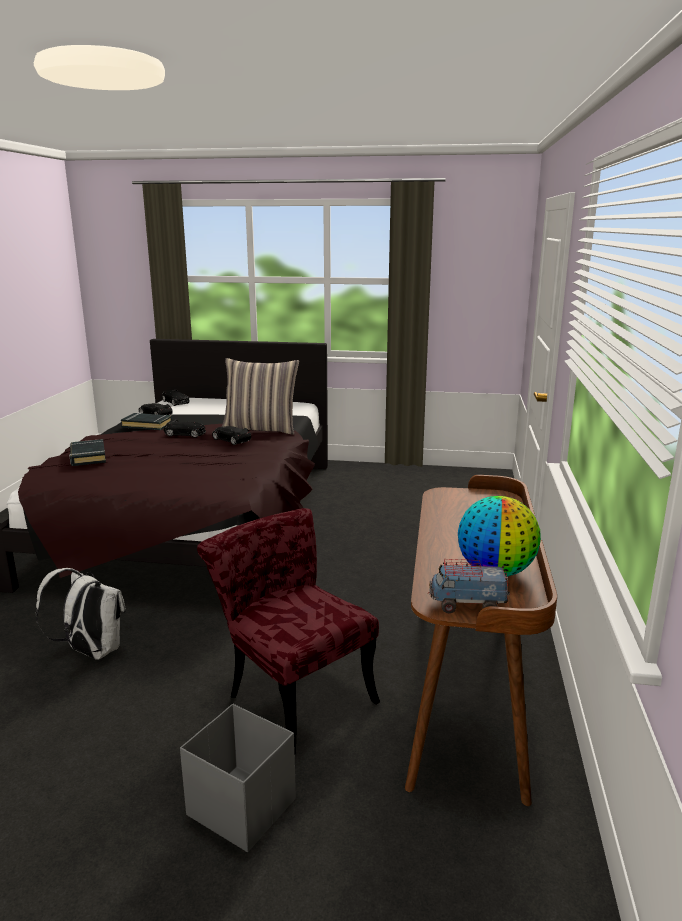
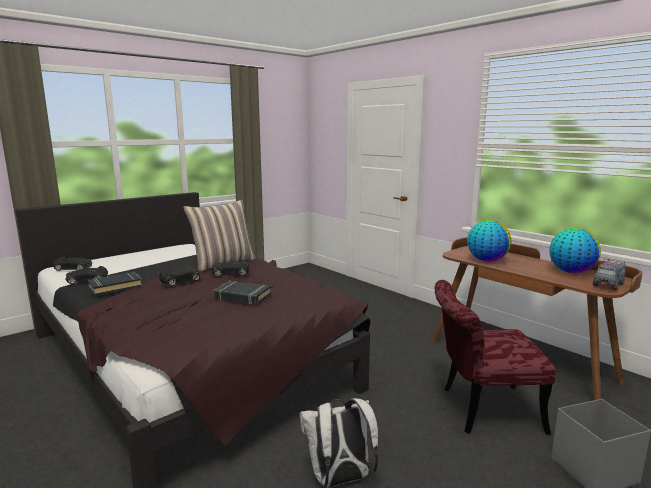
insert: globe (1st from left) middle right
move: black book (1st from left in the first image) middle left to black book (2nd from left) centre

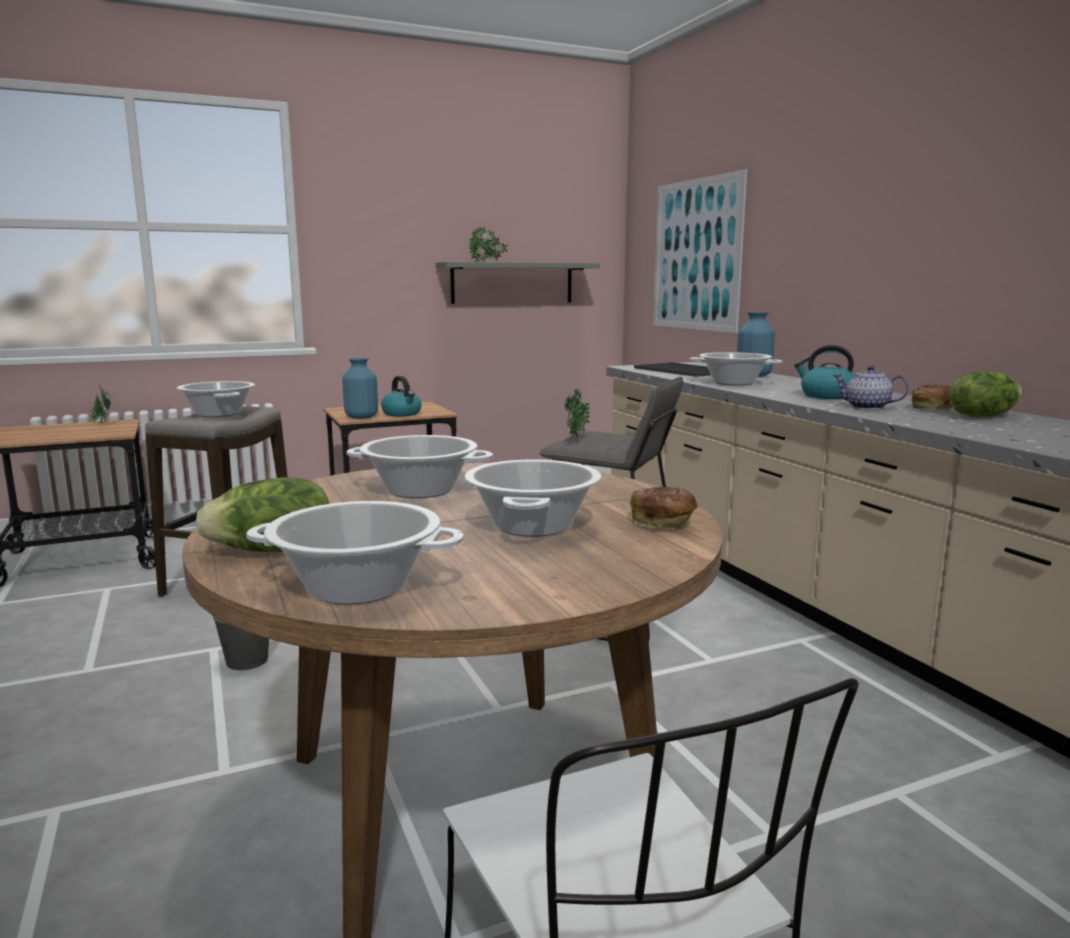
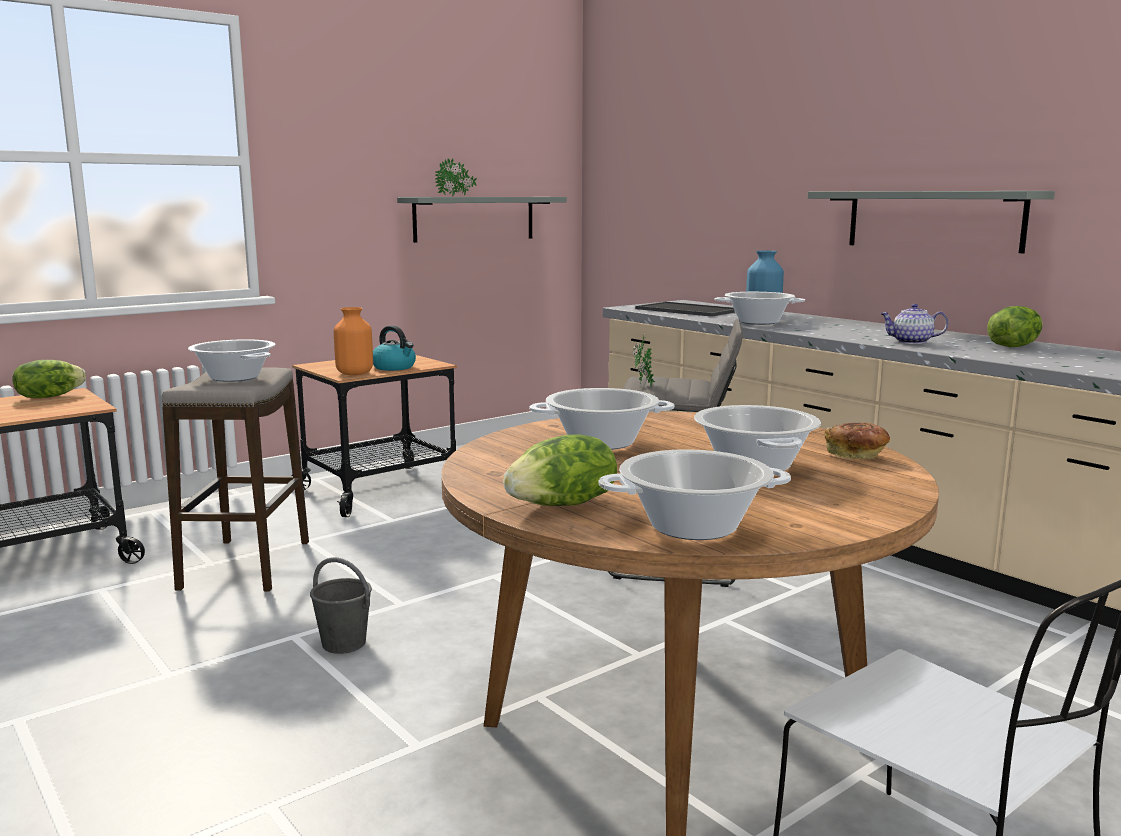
delete: picture top centre; kettle (2nd from left) middle right; bread (2nd from left) middle right
insert: grey shelf (2nd from left) top right
replace: potted plant (1st from left) middle left to lettuce (1st from left) middle left
recolor: blue vase (1st from left) centre to orange vase middle left

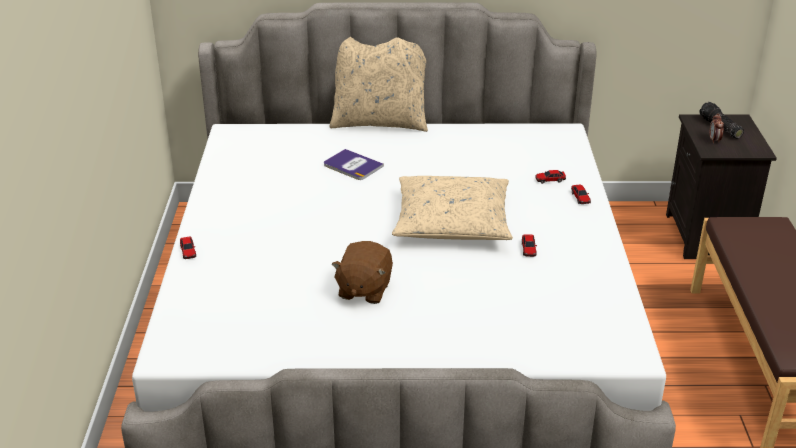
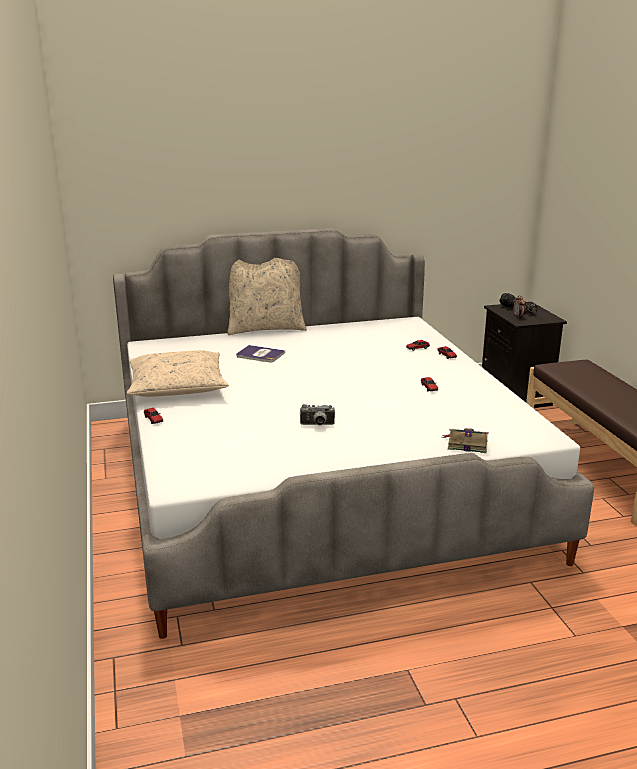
insert: book (2nd from left) middle right
move: beige pillow (2nd from left in the first image) centre to beige pillow (1st from left) middle left
replace: brown plush toy centre to photo camera centre

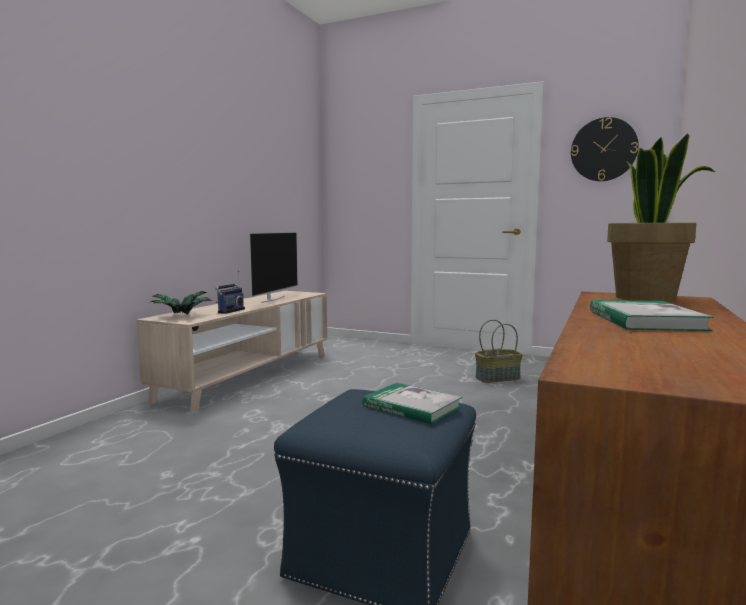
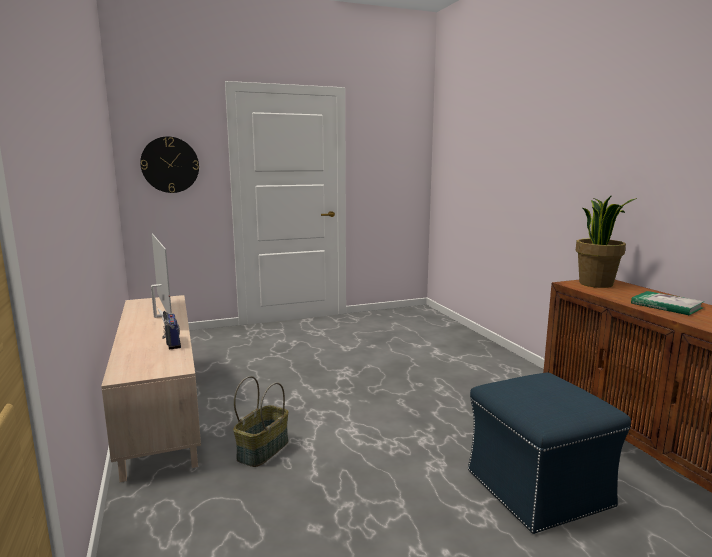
delete: potted plant (1st from left) middle left; book (1st from left) centre
move: wall clock top right to top left; basket middle right to bottom centre

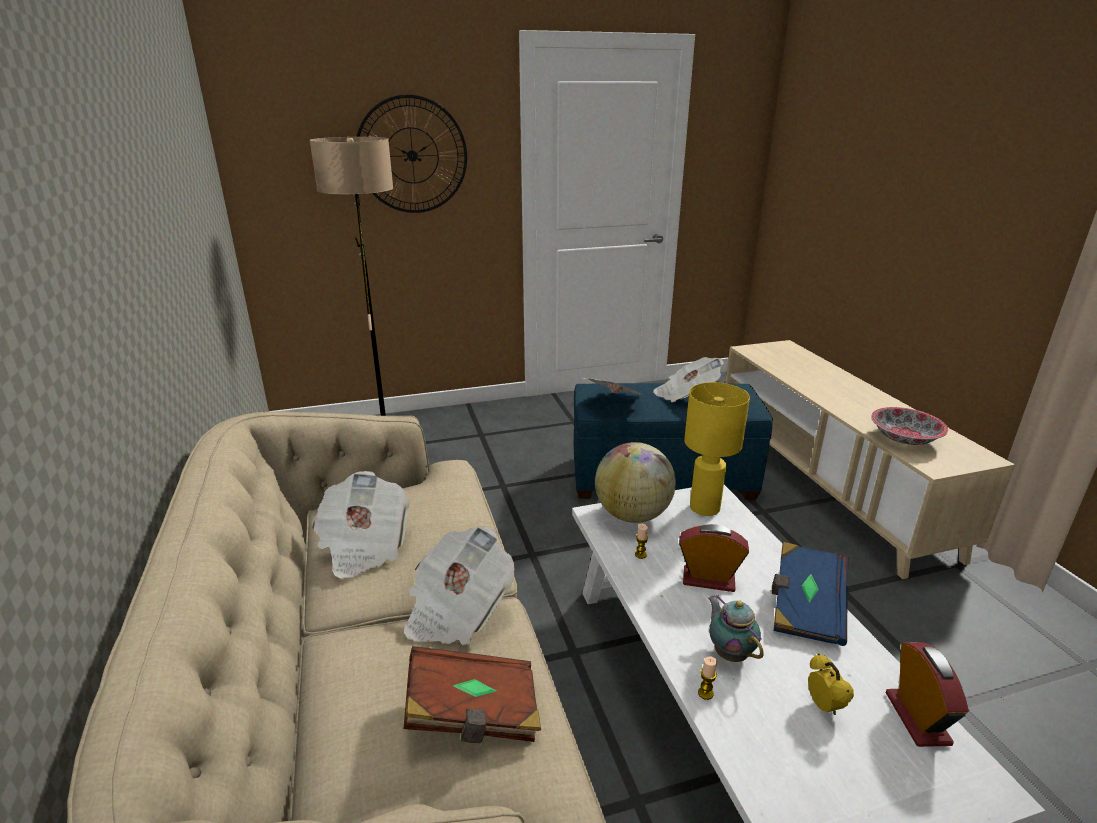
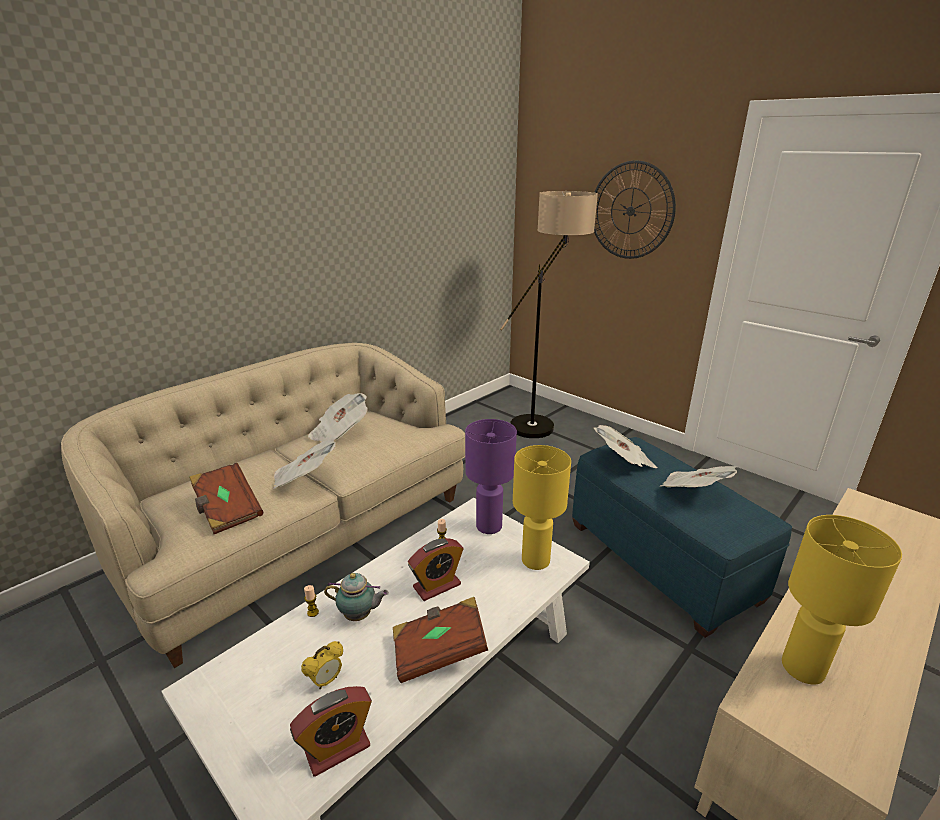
replace: globe centre to purple table lamp centre; bowl middle right to yellow table lamp (2nd from left) bottom right
recolor: blue book bottom right to brown book (2nd from left) bottom centre
rotate: teapot bottom right = bottom centre 60 degrees clockwise; alarm clock (1st from left in the first image) bottom centre = bottom centre 75 degrees clockwise

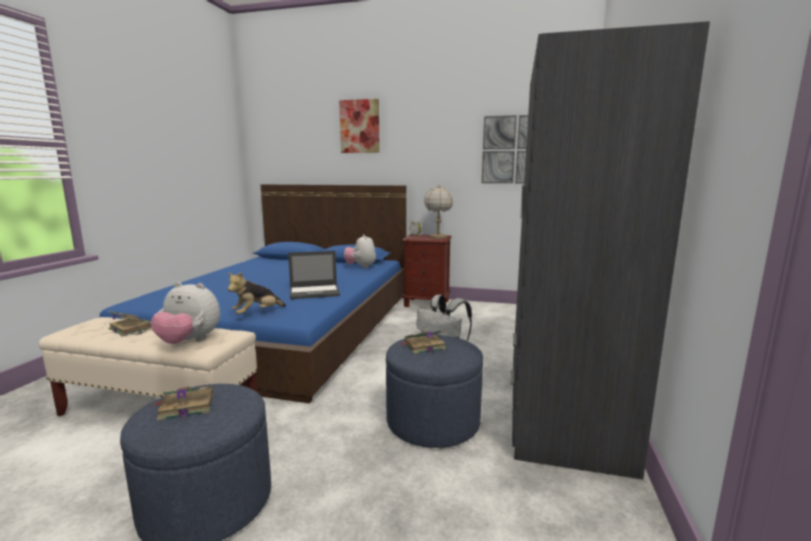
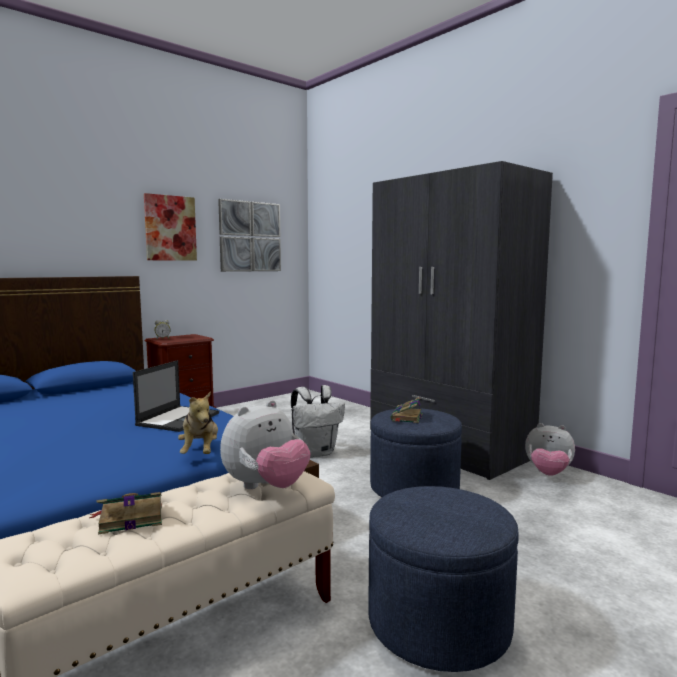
delete: book (2nd from left) bottom left; table lamp centre
move: picture (1st from left) top centre to middle left; plush toy (3rd from left) centre to middle right

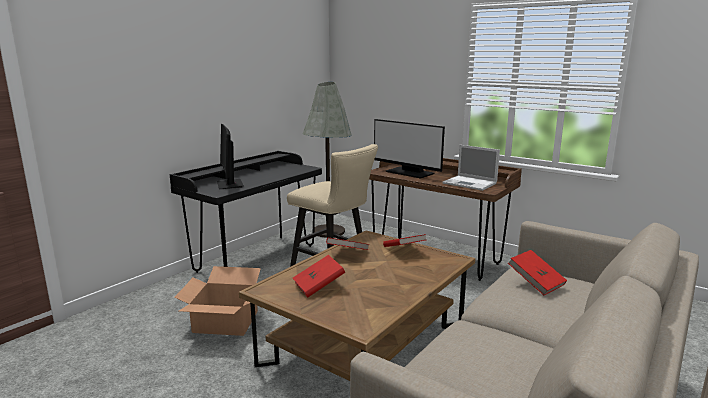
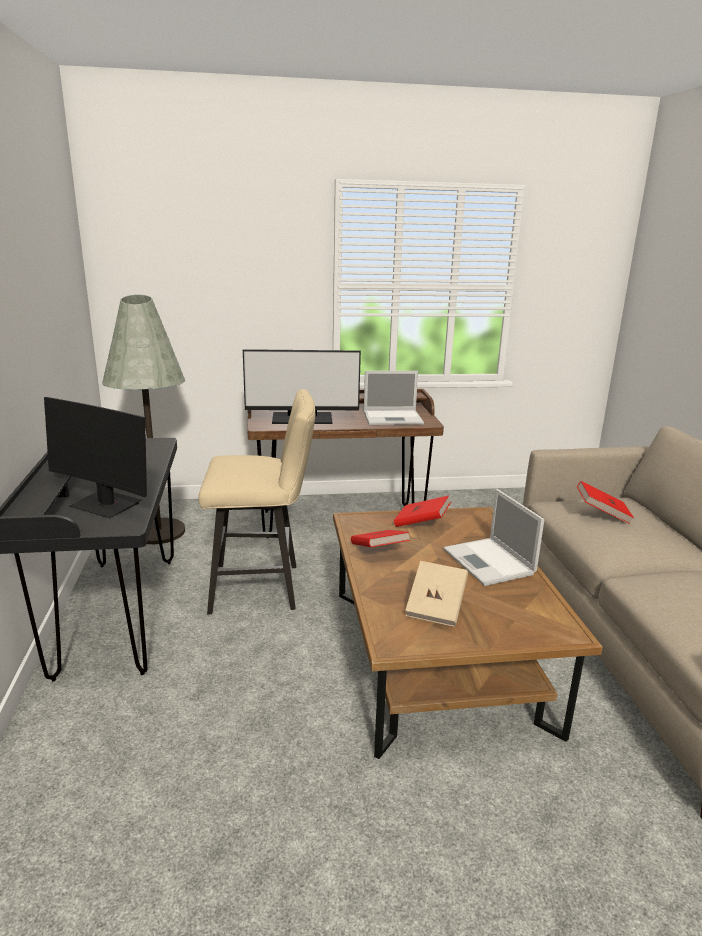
delete: cardboard box bottom left
insert: laptop (2nd from left) middle right
recolor: red book (1st from left) bottom centre to beige book centre

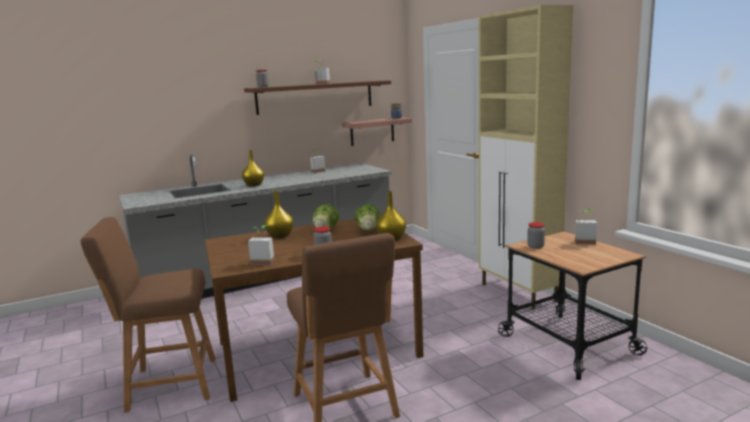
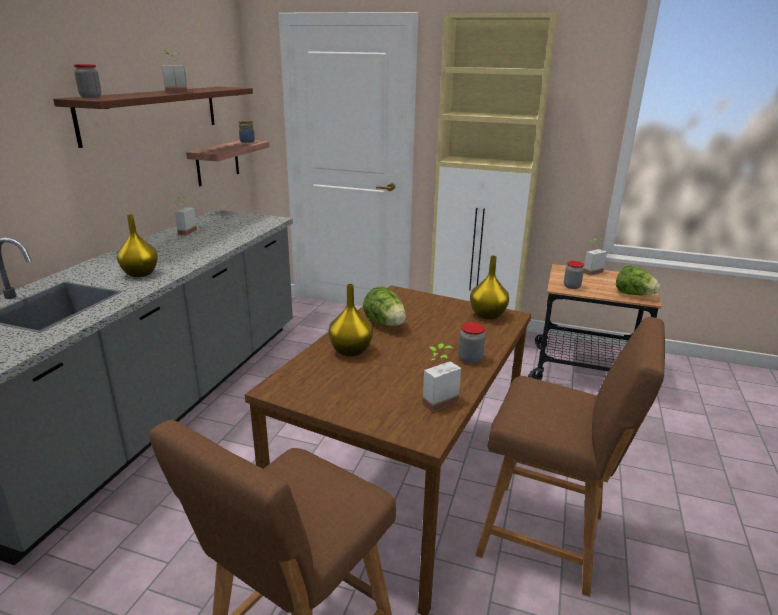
move: lettuce (2nd from left) centre to middle right

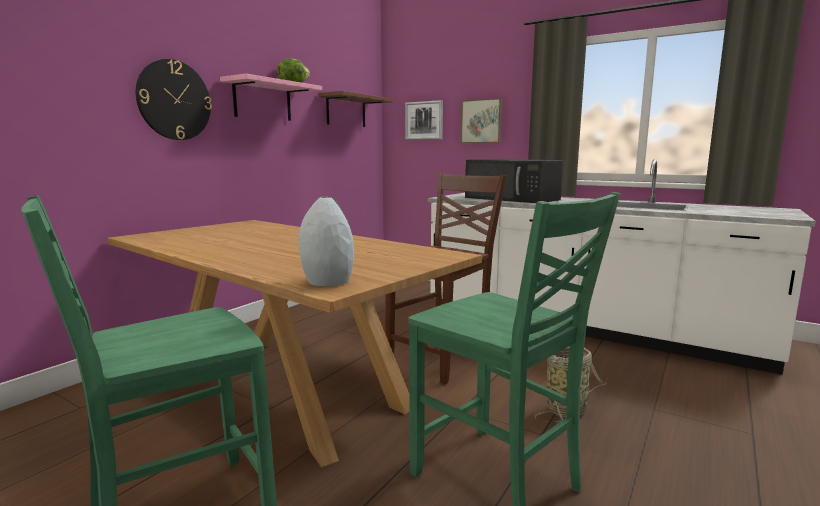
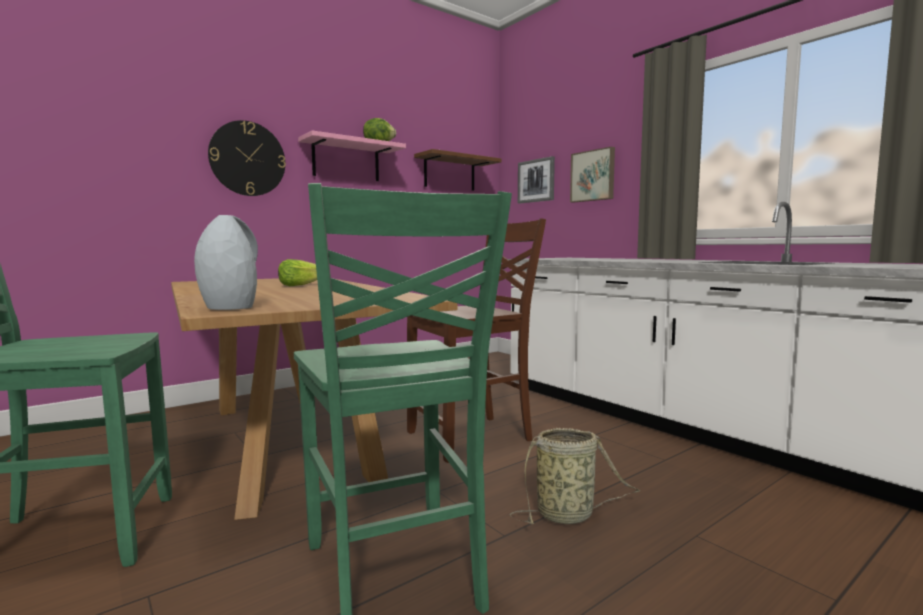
delete: black microwave centre
insert: lettuce (1st from left) middle left

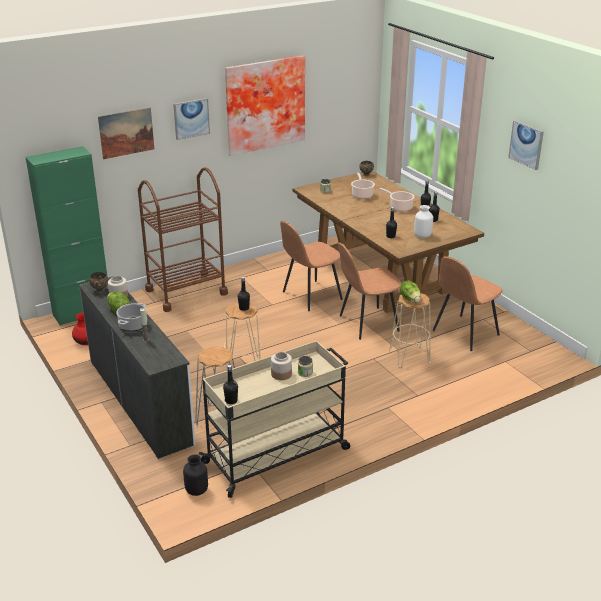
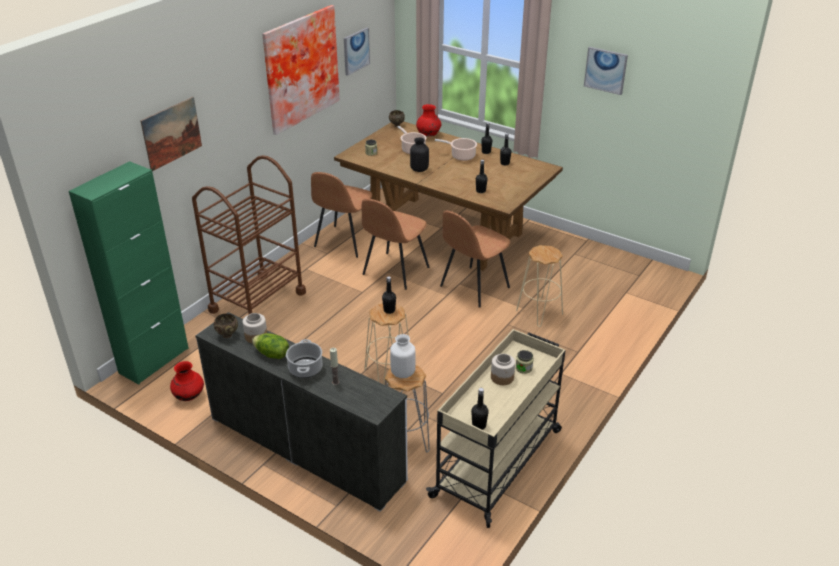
delete: lettuce (2nd from left) middle right
insert: red vase (2nd from left) top centre
move: brown chair (3rd from left in the first image) middle right to brown chair (1st from left) centre; picture (2nd from left in the first image) top left to picture (3rd from left) top centre; white vase middle right to centre; black vase bottom left to top centre

